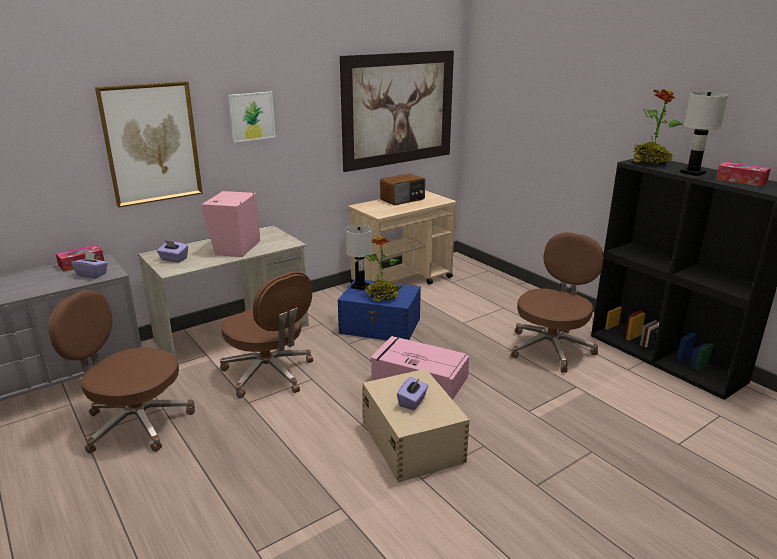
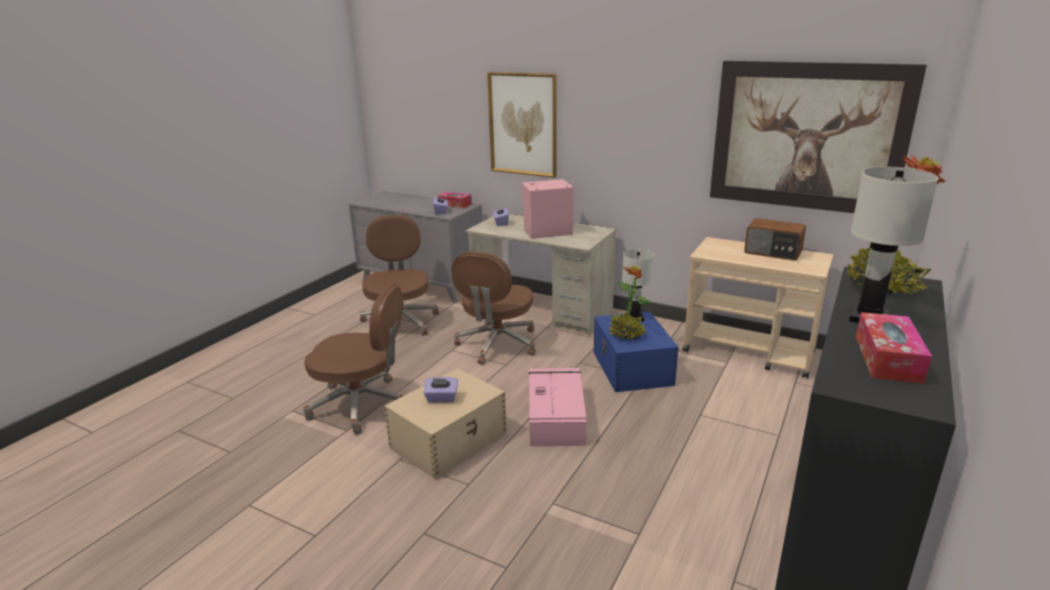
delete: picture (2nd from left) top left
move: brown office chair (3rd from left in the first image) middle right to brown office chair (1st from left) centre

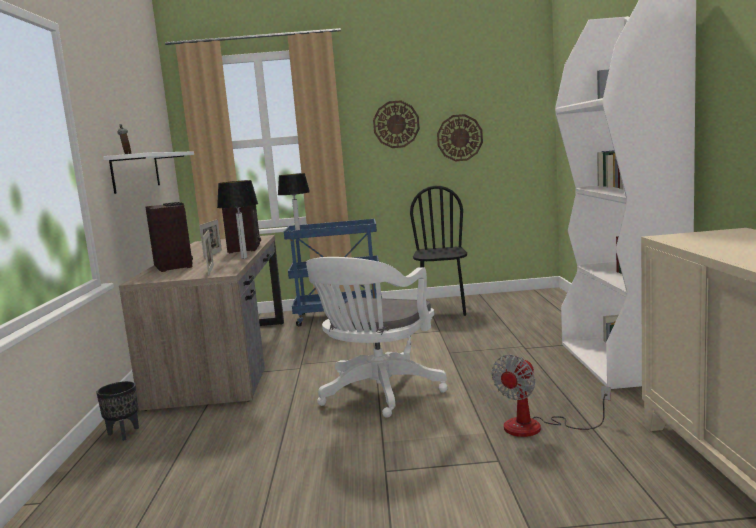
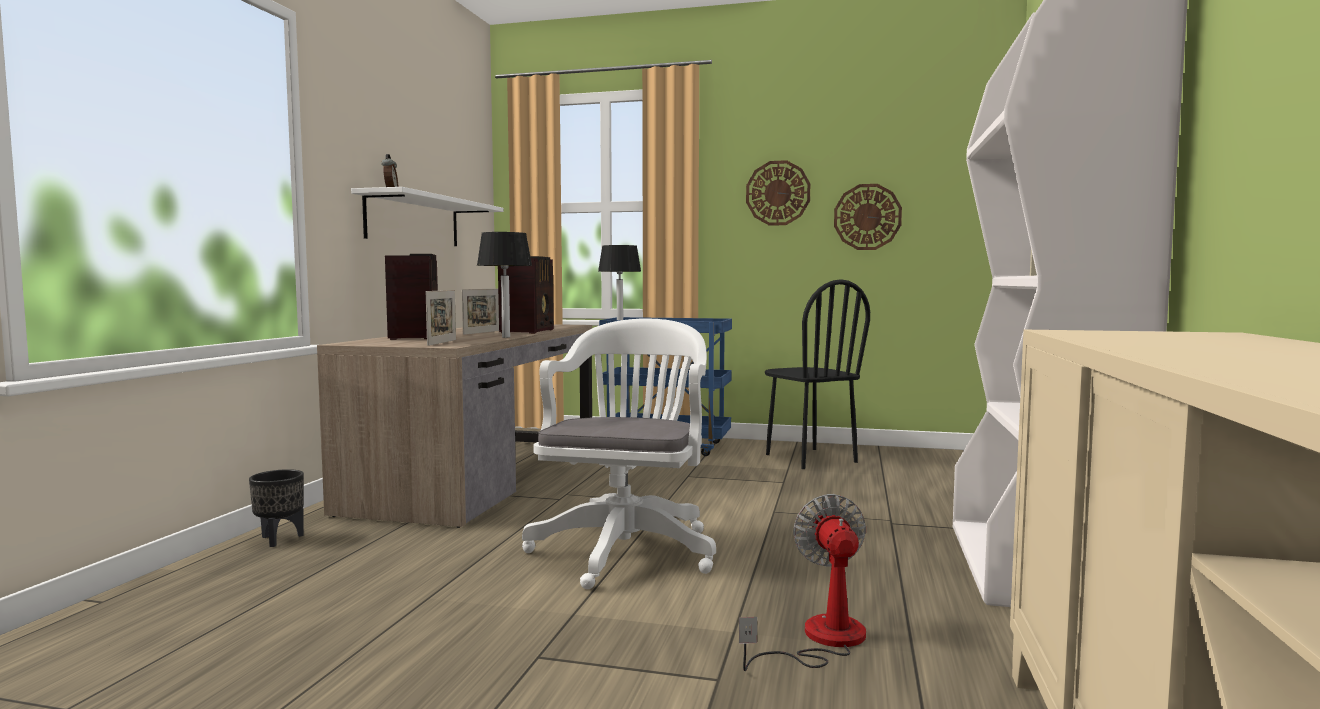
rotate: white office chair centre = centre 150 degrees clockwise; fan bottom right = bottom centre 120 degrees clockwise; black chair centre = centre 135 degrees clockwise

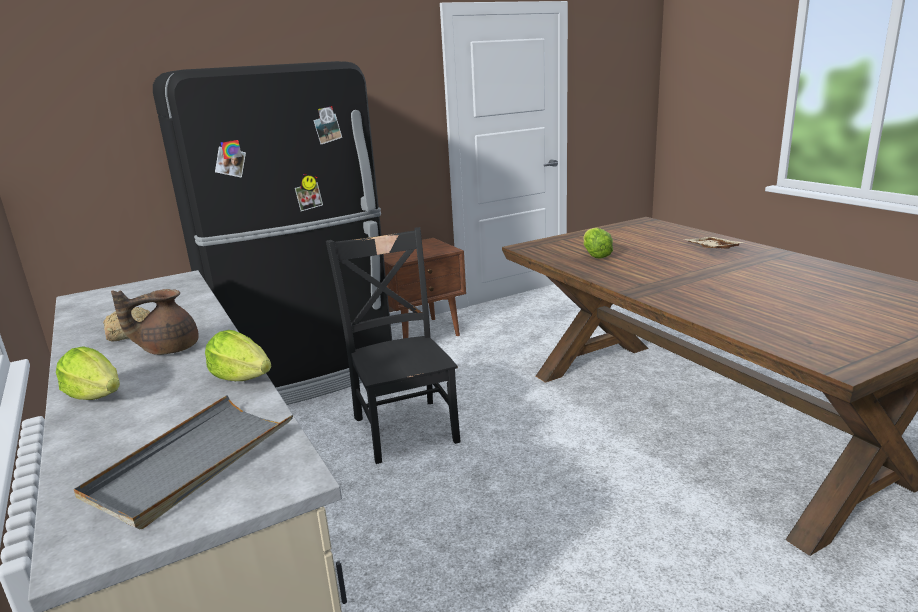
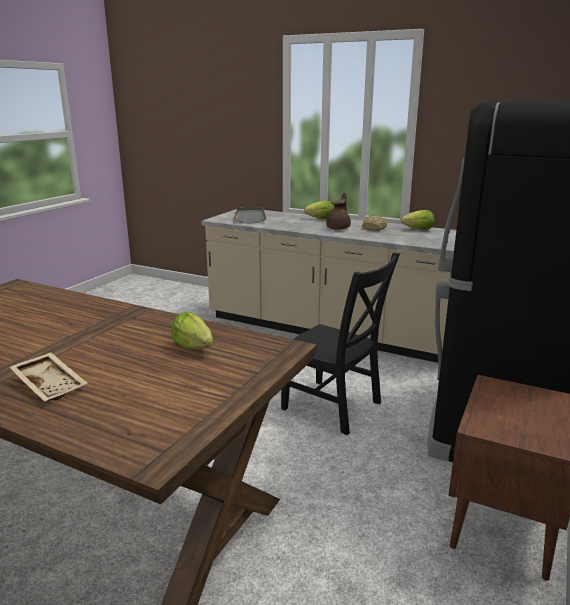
move: lettuce (2nd from left in the first image) middle left to lettuce (3rd from left) middle right

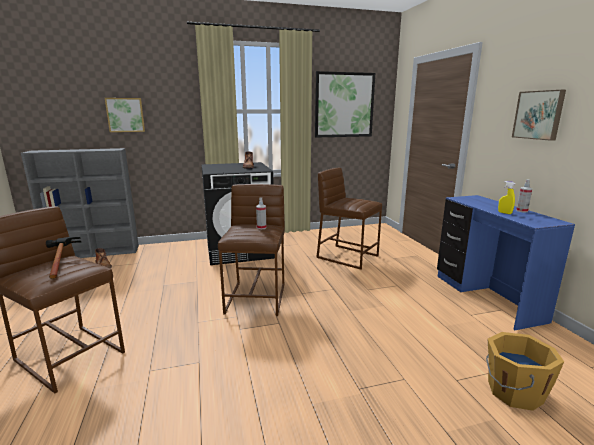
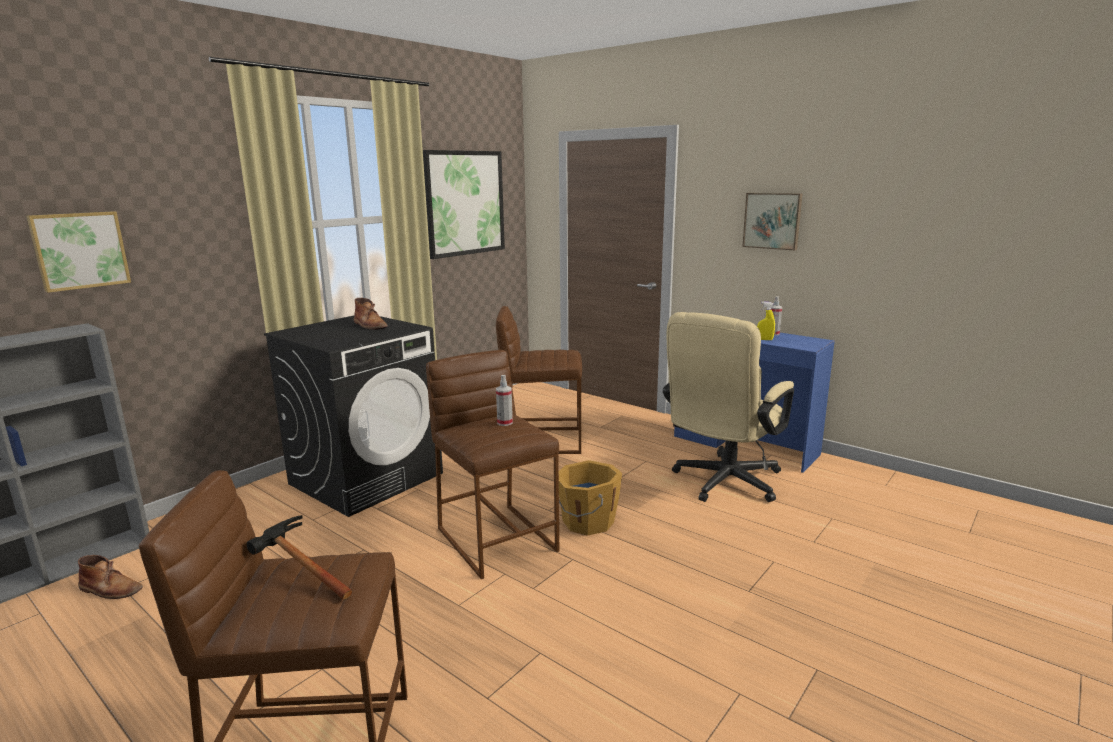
insert: beige office chair centre
move: orange bucket bottom right to bottom centre

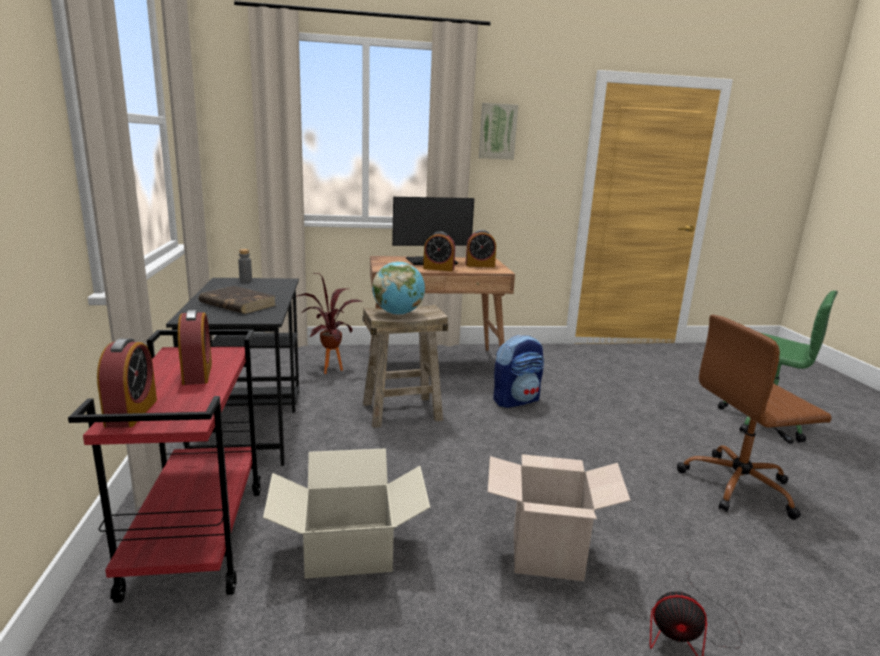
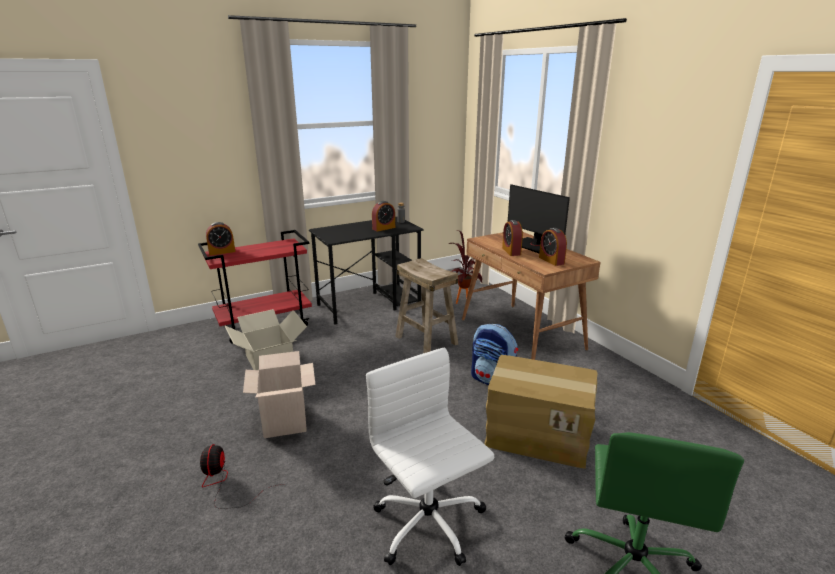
delete: brown book middle left; globe centre; picture top centre
insert: cardboard box (3rd from left) bottom centre
move: alarm clock (2nd from left) middle left to centre
recolor: brown office chair middle right to white office chair bottom centre

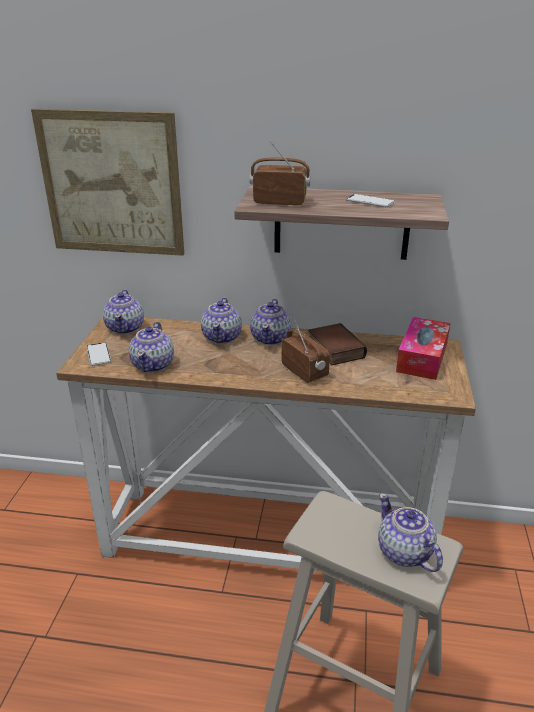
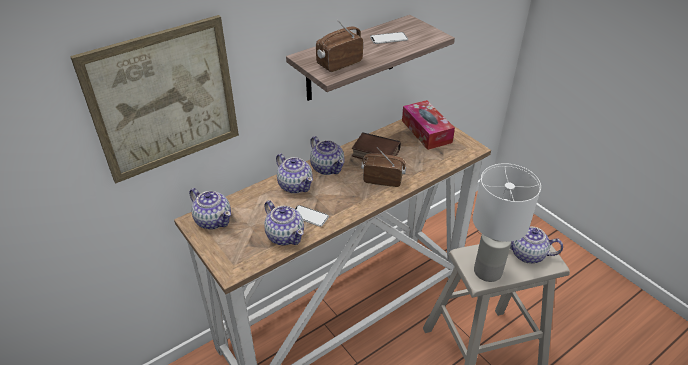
insert: white table lamp middle right
move: phone (1st from left) middle left to centre

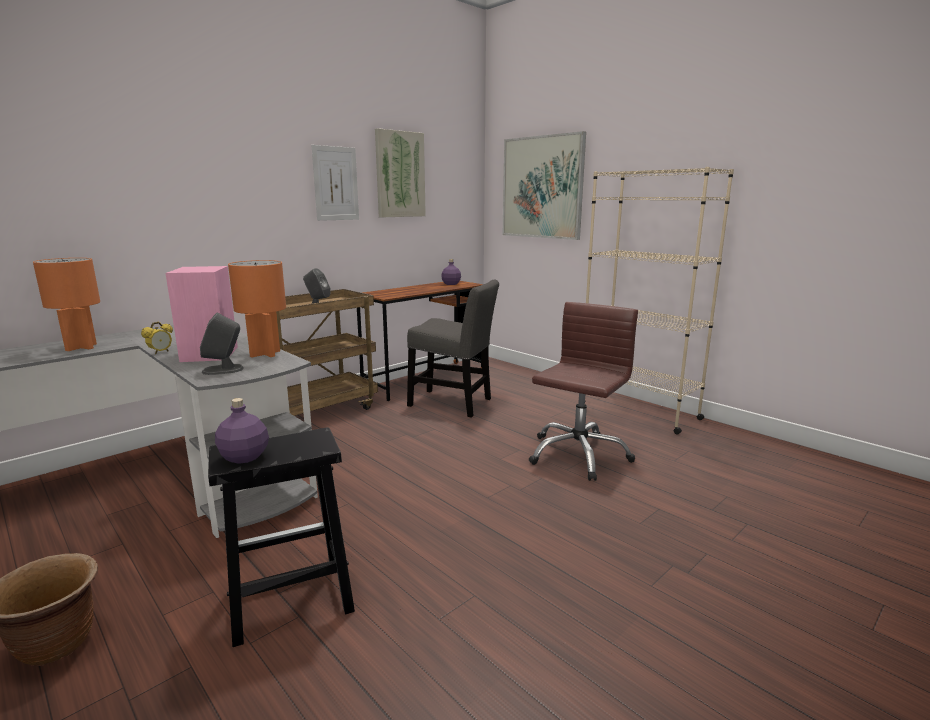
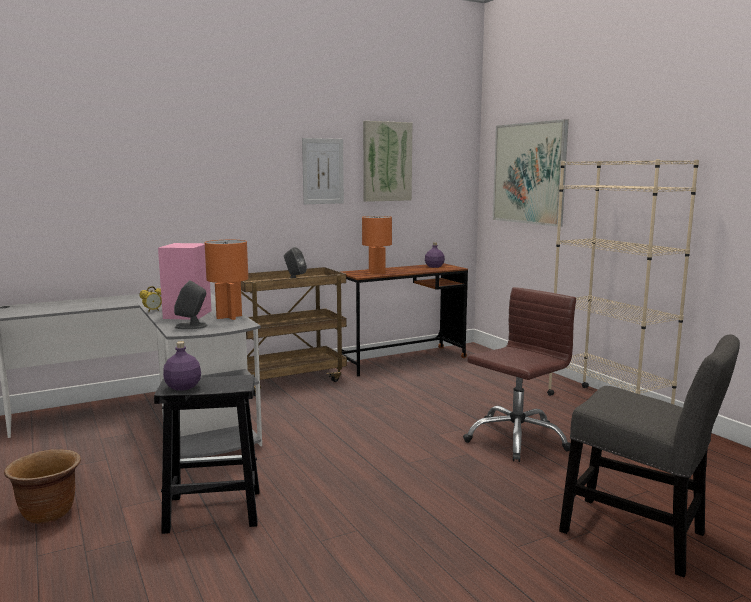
move: orange table lamp (1st from left in the first image) middle left to orange table lamp (2nd from left) centre; grey chair centre to bottom right

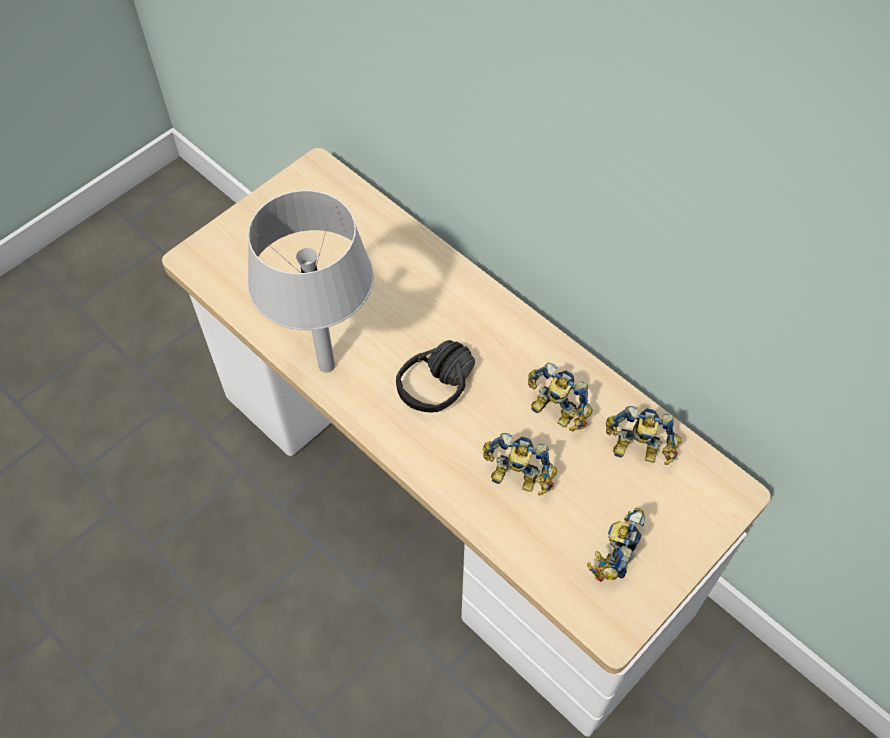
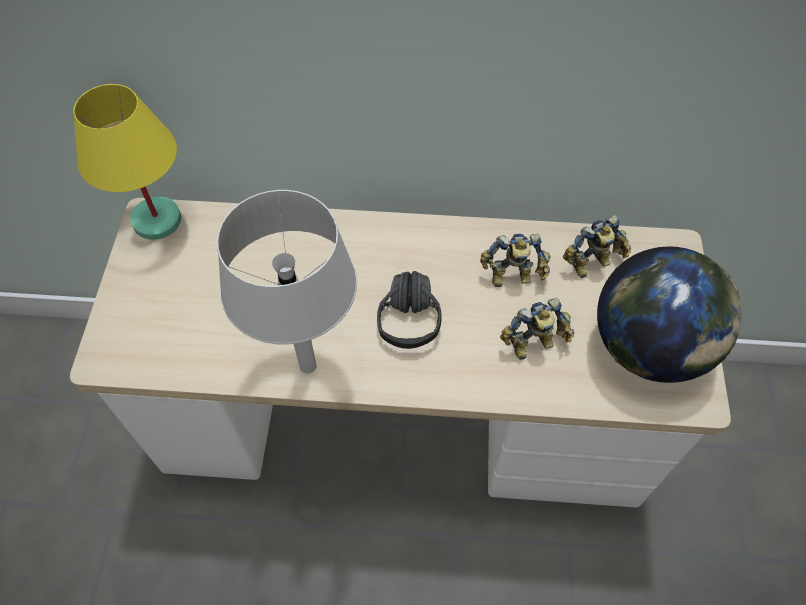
insert: yellow table lamp top left
replace: toy robot (3rd from left) bottom right to globe middle right

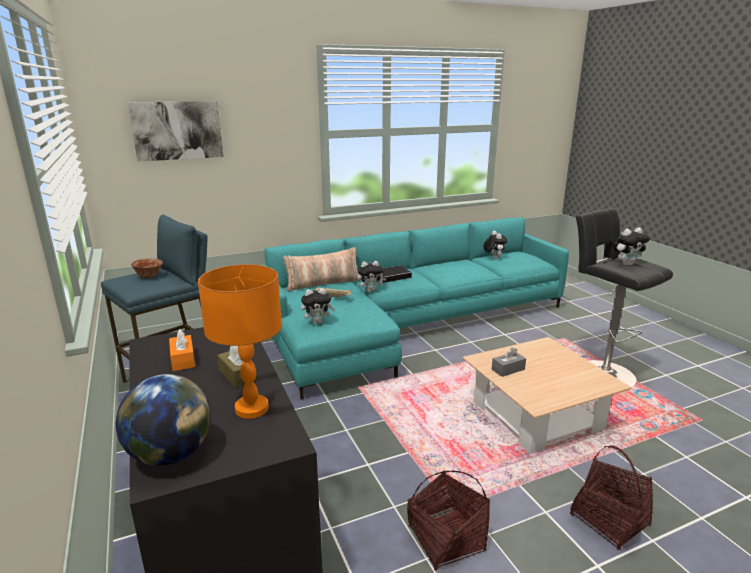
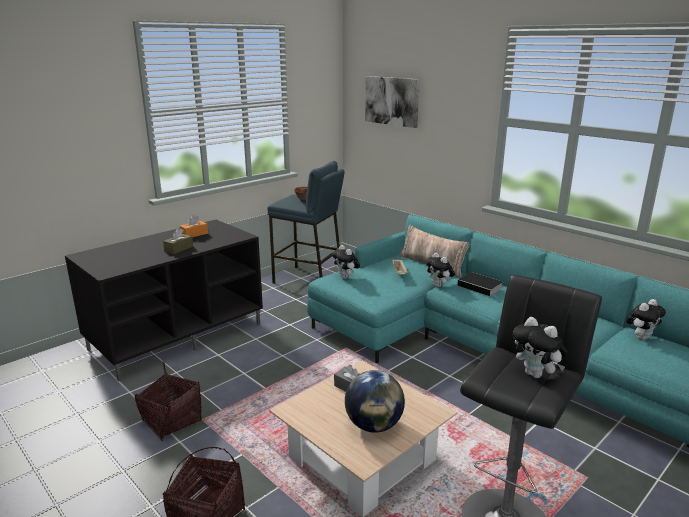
delete: orange table lamp middle left
move: globe bottom left to bottom centre

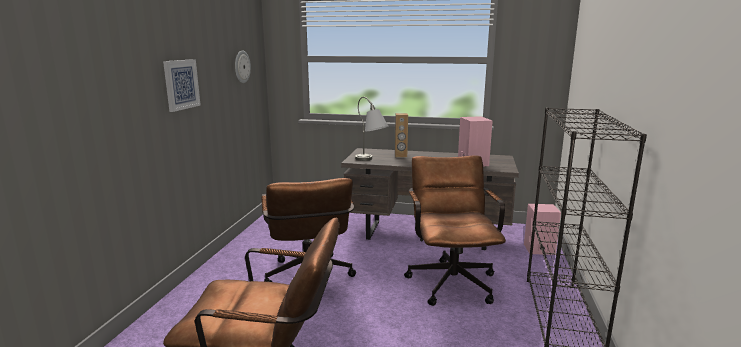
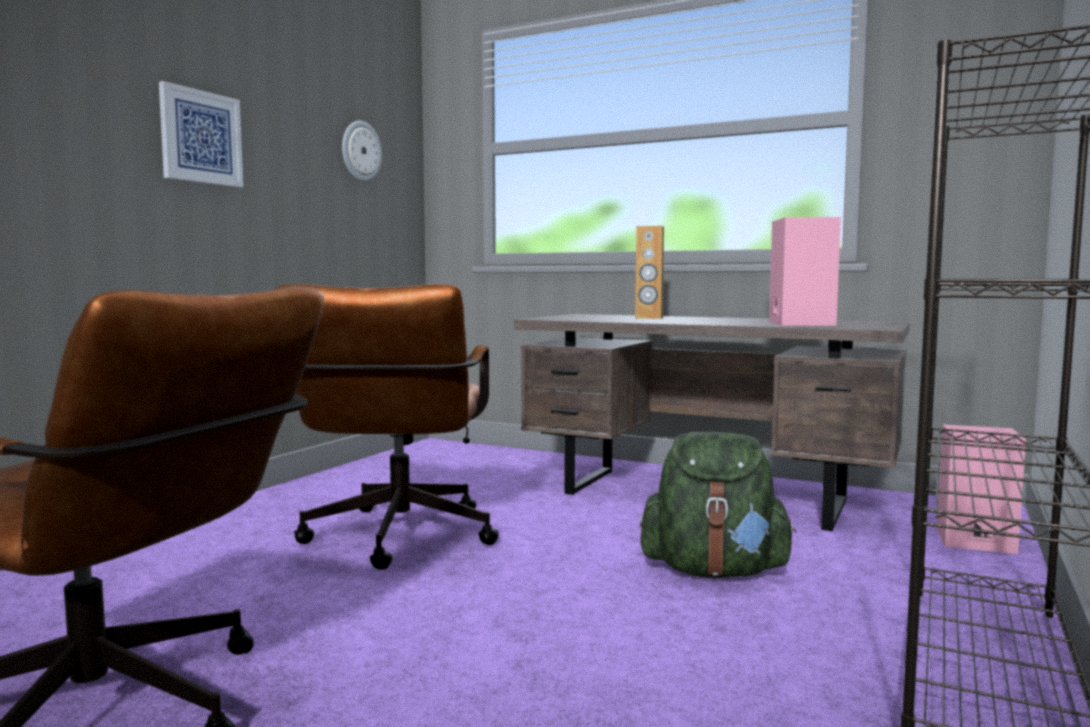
delete: grey table lamp centre
replace: brown office chair (3rd from left) centre to green backpack bottom centre

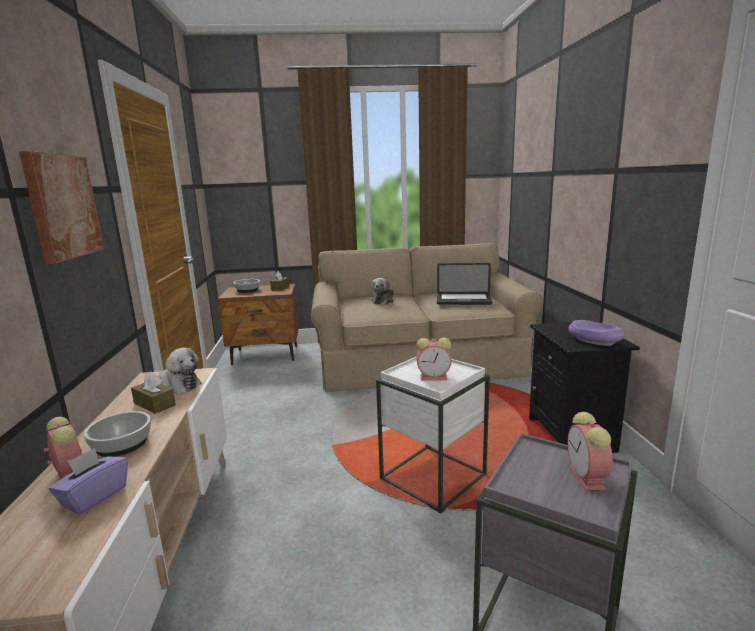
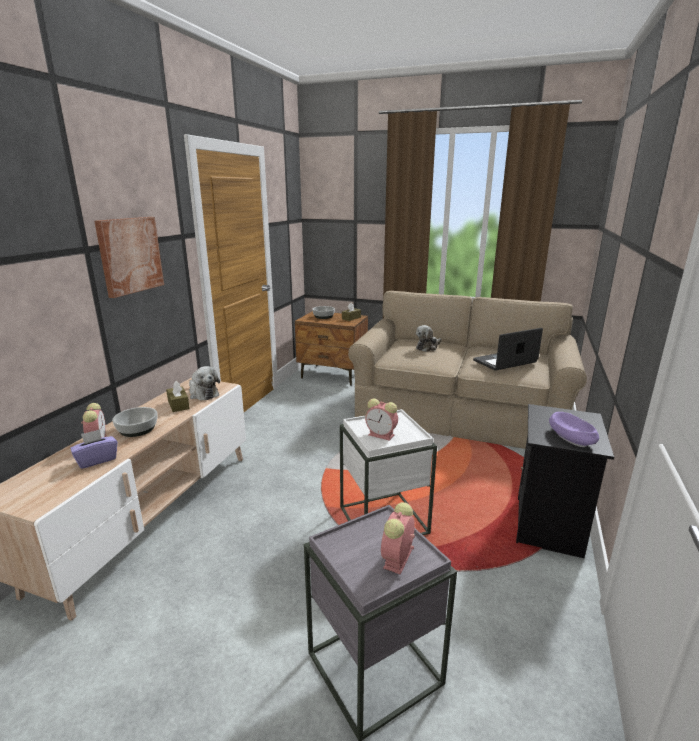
rotate: laptop centre = middle right 120 degrees clockwise

